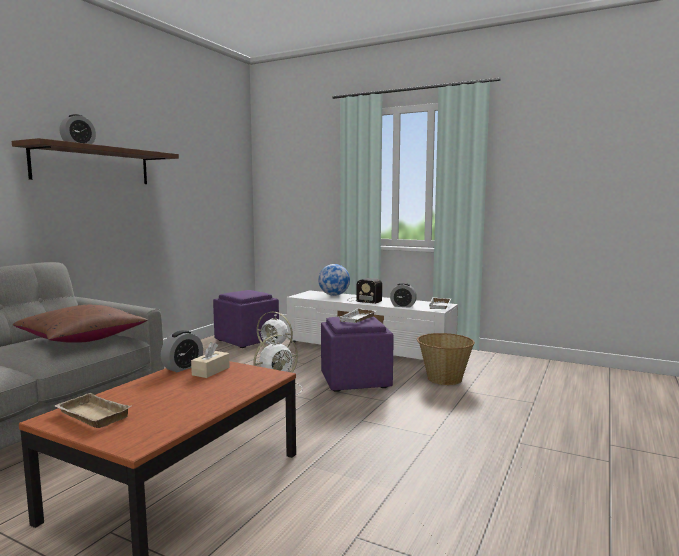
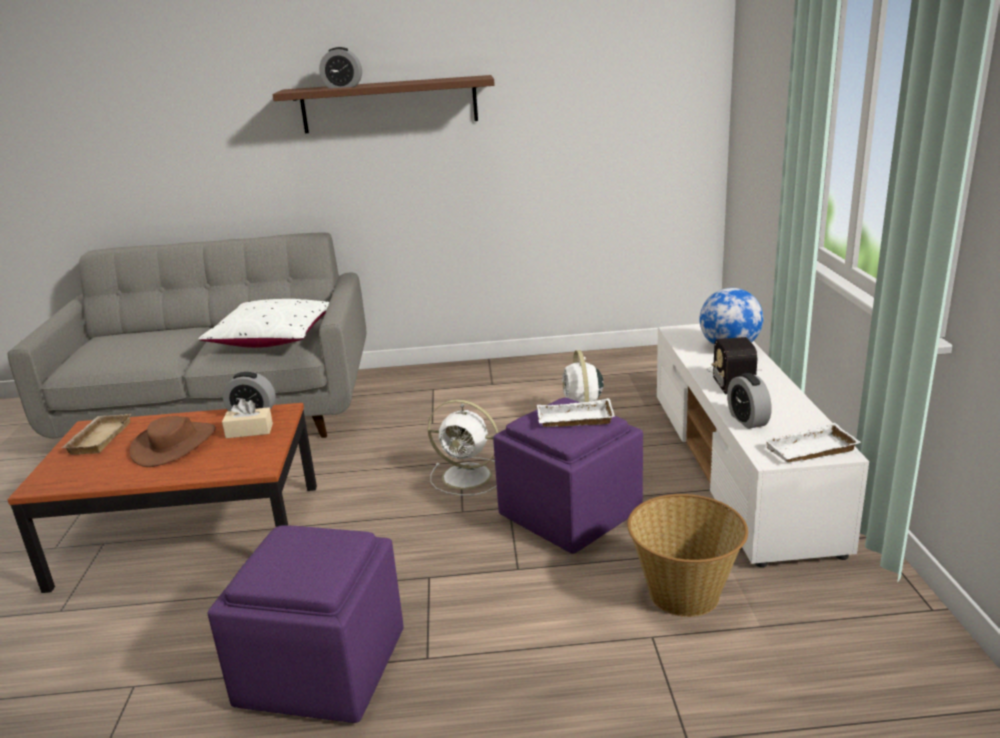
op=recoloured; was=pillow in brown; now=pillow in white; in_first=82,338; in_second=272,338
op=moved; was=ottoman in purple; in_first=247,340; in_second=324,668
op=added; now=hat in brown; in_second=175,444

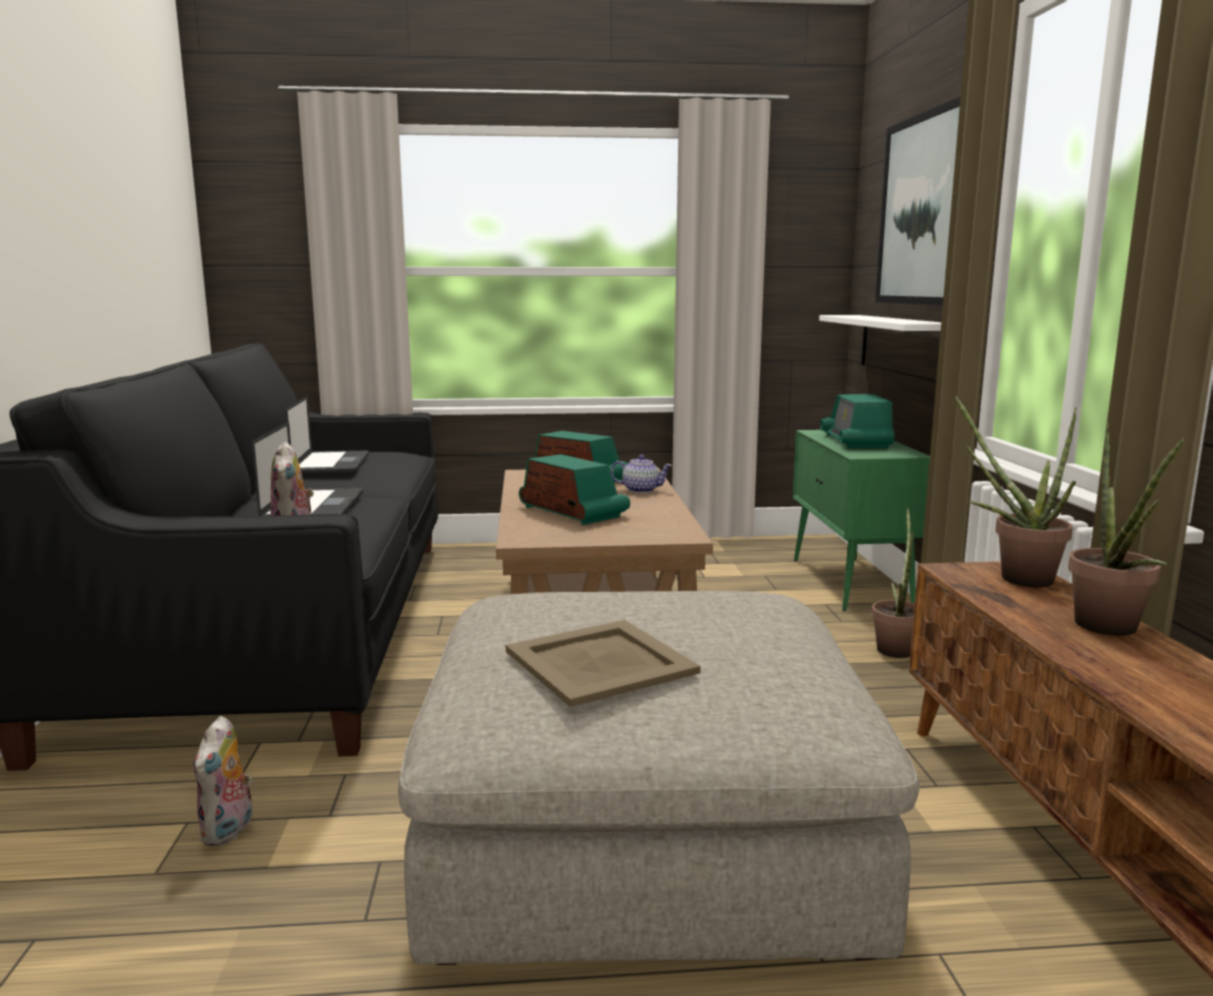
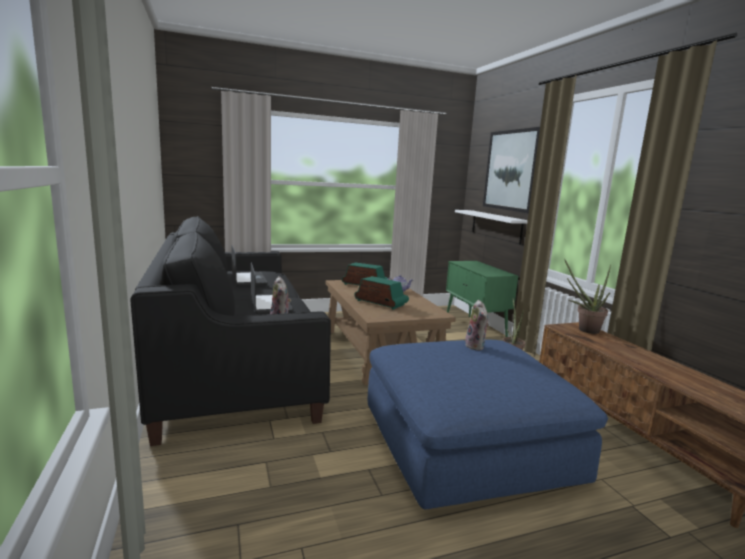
op=moved; was=plush toy; in_first=229,831; in_second=476,346
op=recoloured; was=ottoman in beige; now=ottoman in blue; in_first=643,830; in_second=466,443
op=removed; was=tray in beige; in_first=598,662
op=removed; was=radio; in_first=856,441
op=removed; was=potted plant; in_first=1110,630

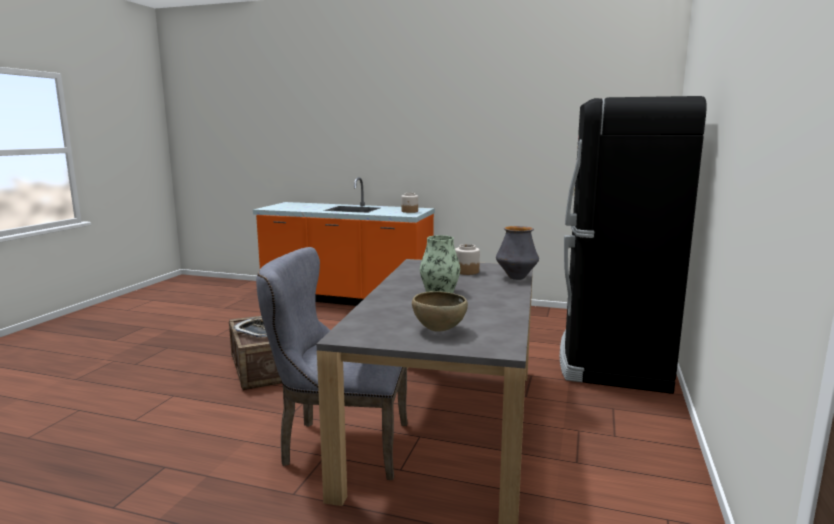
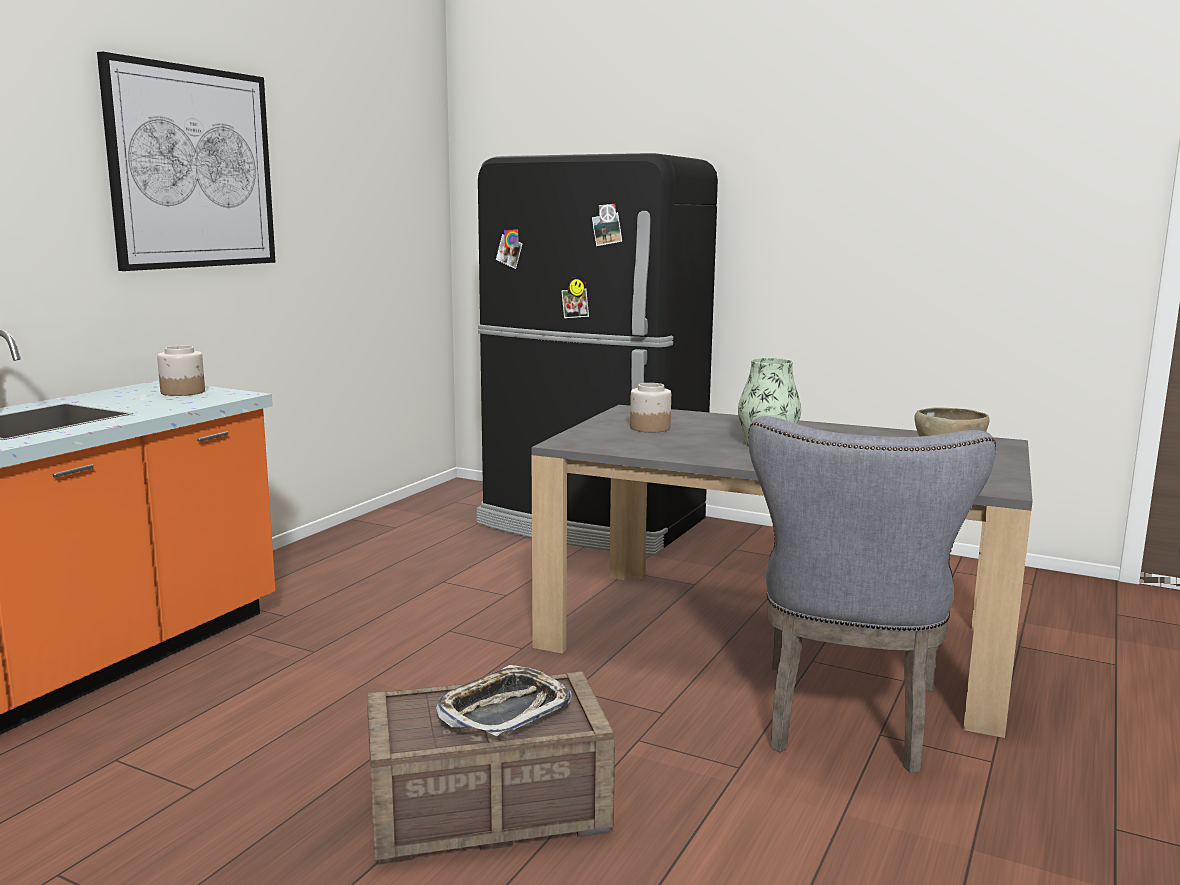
op=removed; was=vase; in_first=516,278
op=added; now=picture; in_second=192,168

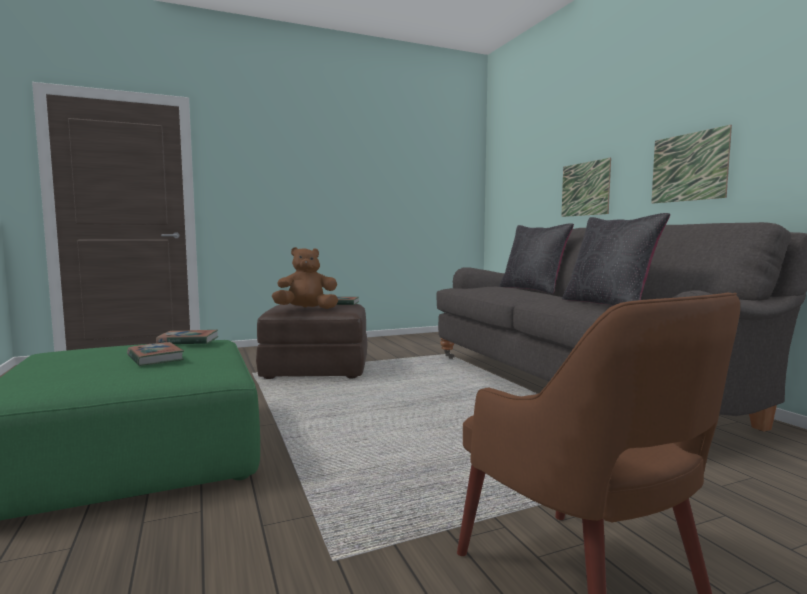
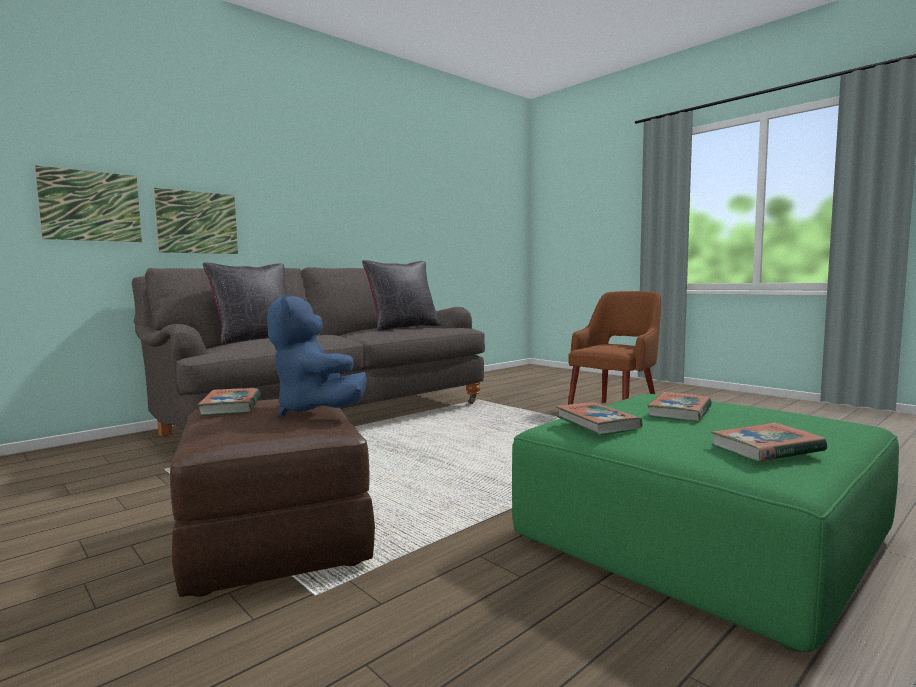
op=recoloured; was=plush toy in brown; now=plush toy in blue; in_first=306,309; in_second=315,411
op=moved; was=picture; in_first=689,167; in_second=91,206
op=added; now=book; in_second=766,449

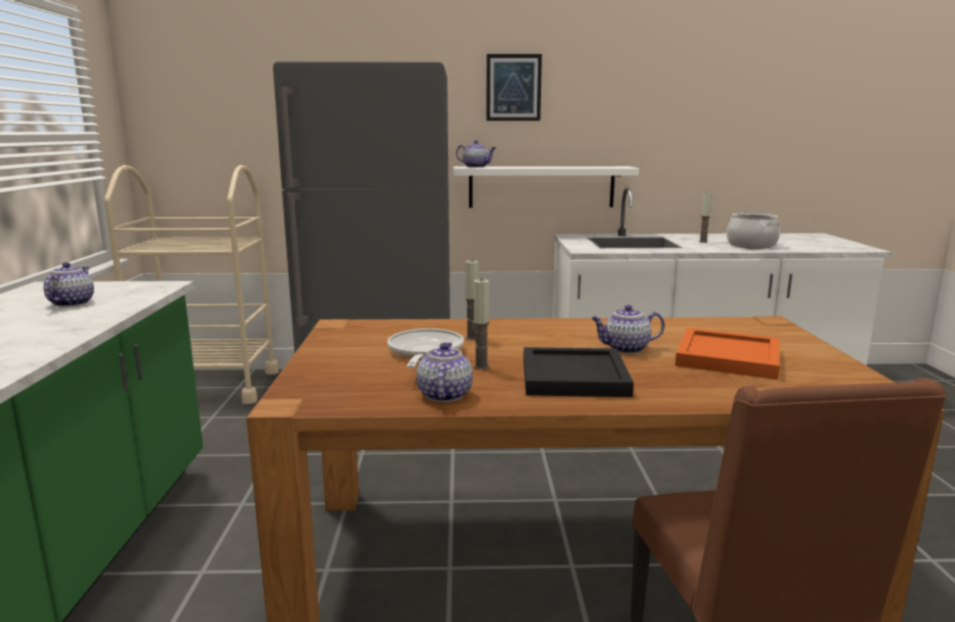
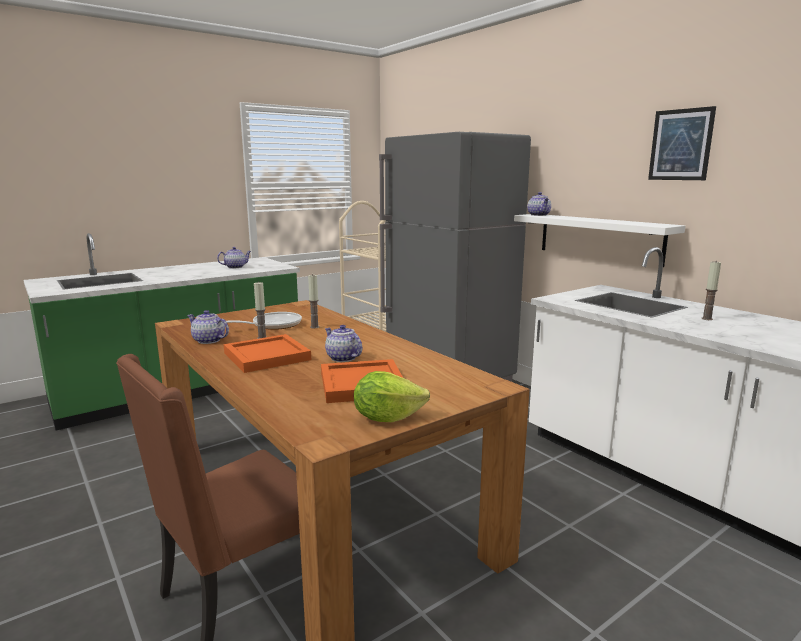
op=turned; was=teapot; in_first=444,395; in_second=209,340; clockwise=-120
op=moved; was=picture; in_first=513,87; in_second=680,145
op=recoloured; was=tray in black; now=tray in orange; in_first=572,376; in_second=267,356
op=removed; was=cooking pot; in_first=751,245
op=added; now=lettuce; in_second=387,417

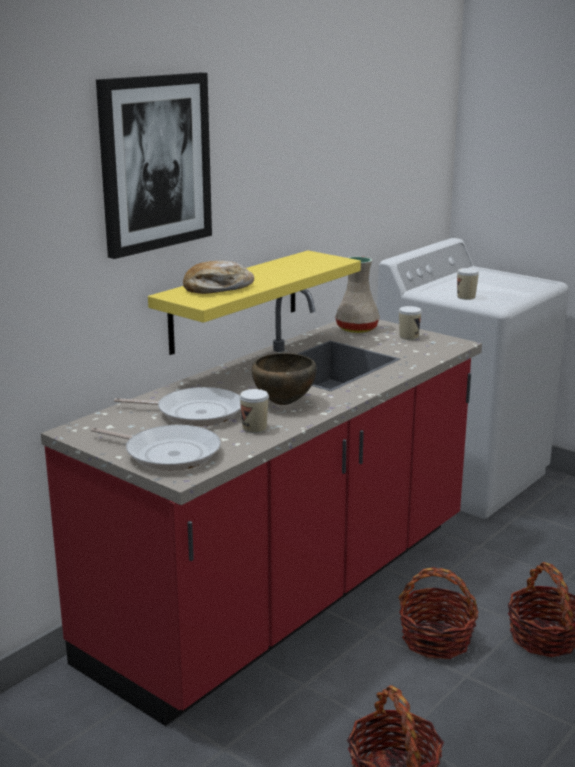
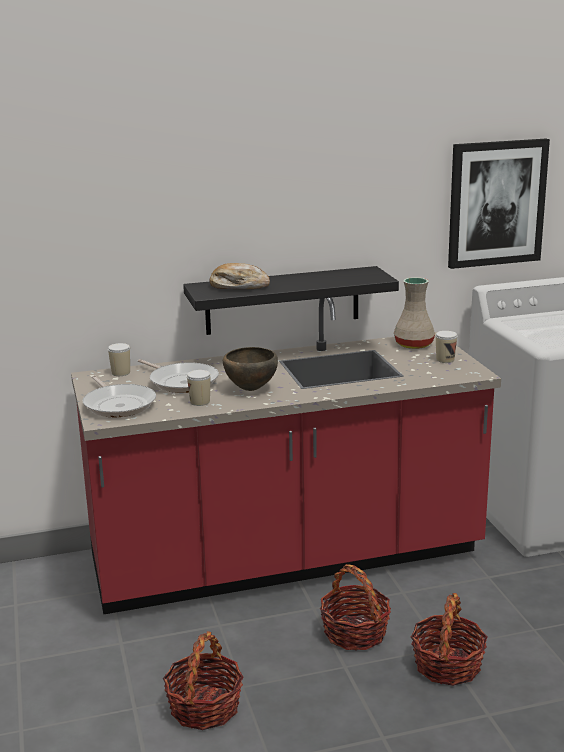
op=moved; was=picture; in_first=155,163; in_second=496,203
op=recoloured; was=shelf in yellow; now=shelf in black; in_first=235,301; in_second=282,300
op=moved; was=cup; in_first=466,297; in_second=121,373

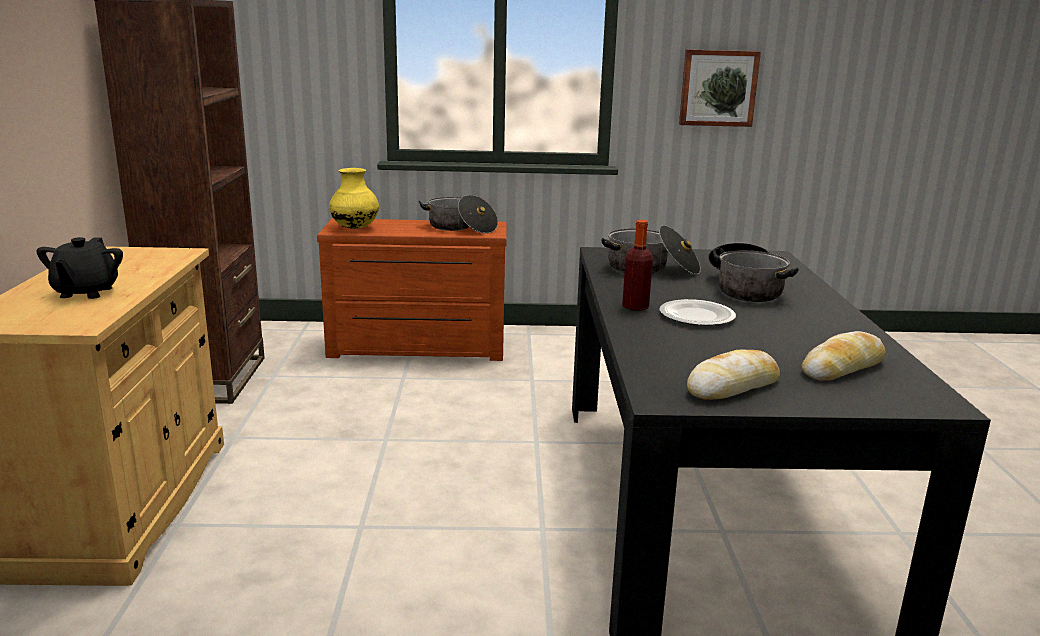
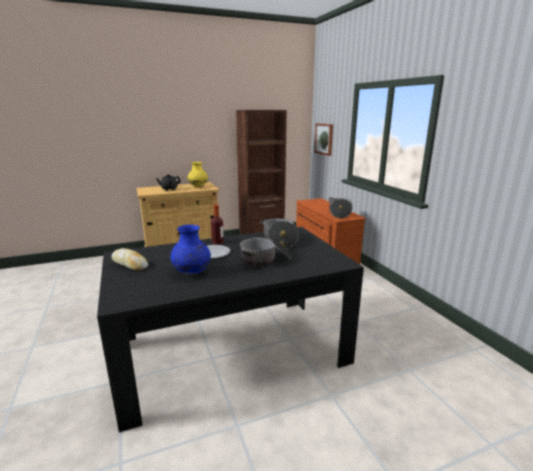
op=moved; was=vase in yellow; in_first=355,228; in_second=198,187
op=moved; was=picture; in_first=718,88; in_second=324,139
op=removed; was=bread; in_first=842,367
op=added; now=vase in blue; in_second=192,272

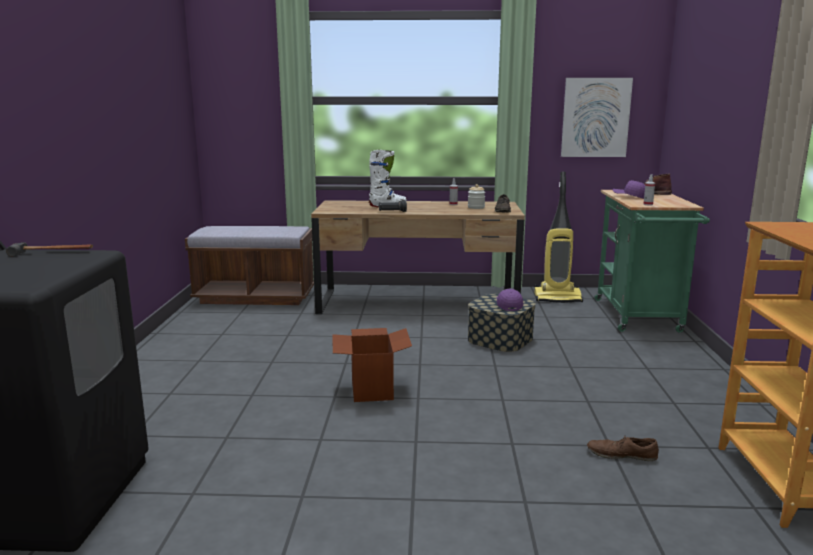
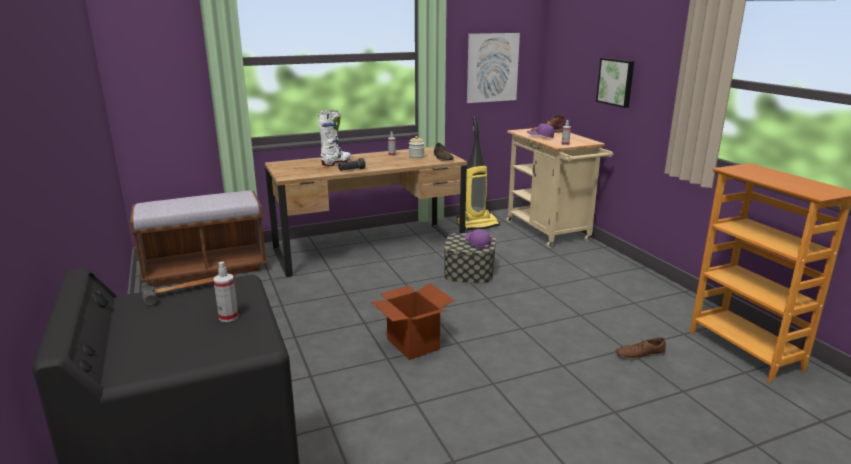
op=recoloured; was=cart in green; now=cart in beige; in_first=639,318; in_second=550,233
op=added; now=spray bottle; in_second=228,317
op=added; now=picture; in_second=616,82

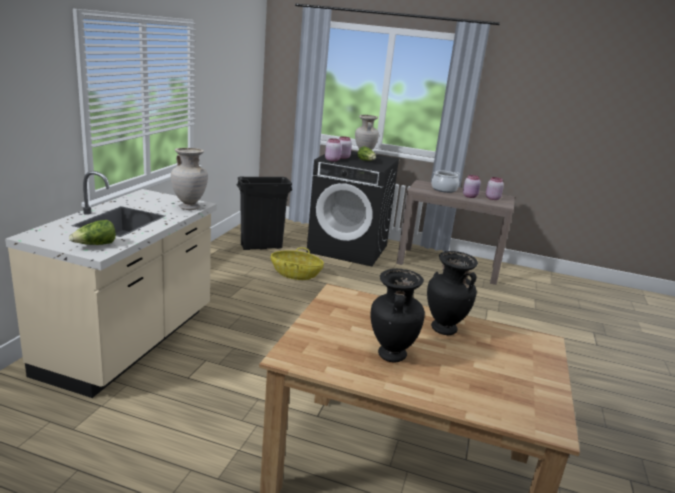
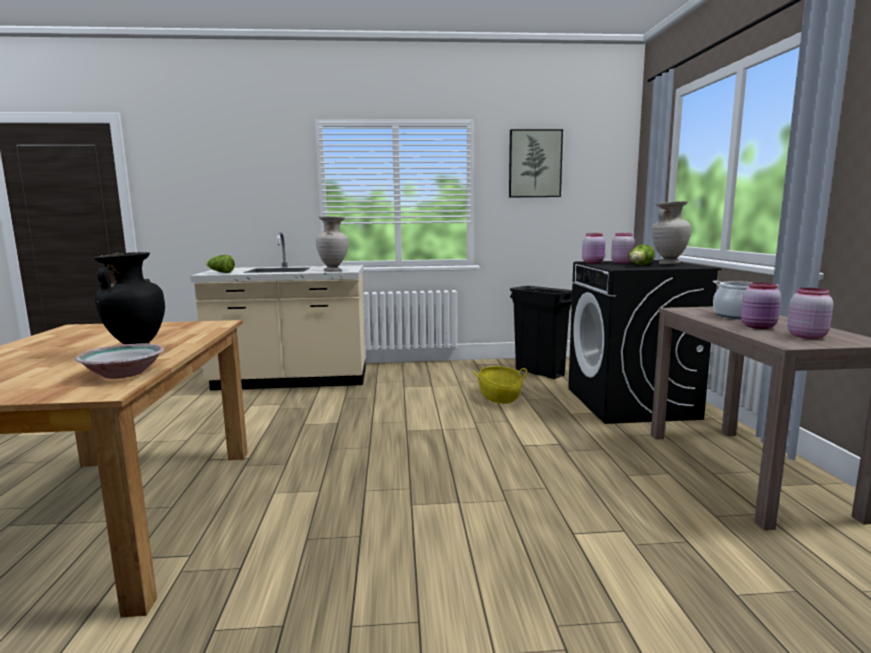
op=removed; was=vase in black; in_first=390,355
op=added; now=bowl; in_second=123,373
op=added; now=picture; in_second=535,164

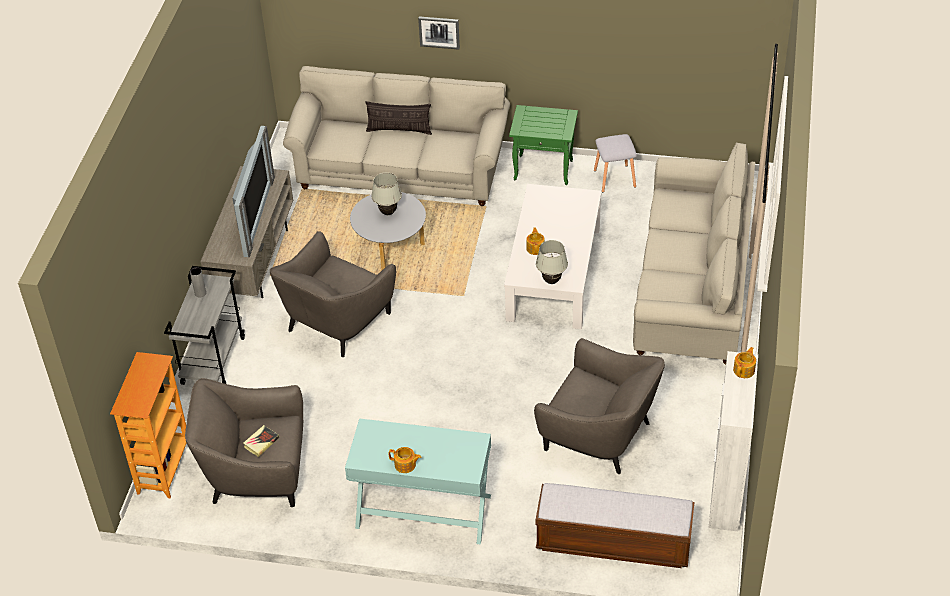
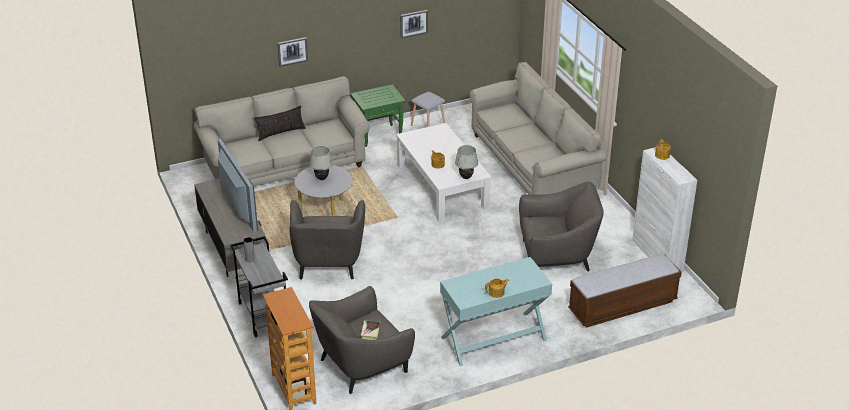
op=added; now=picture; in_second=413,23

